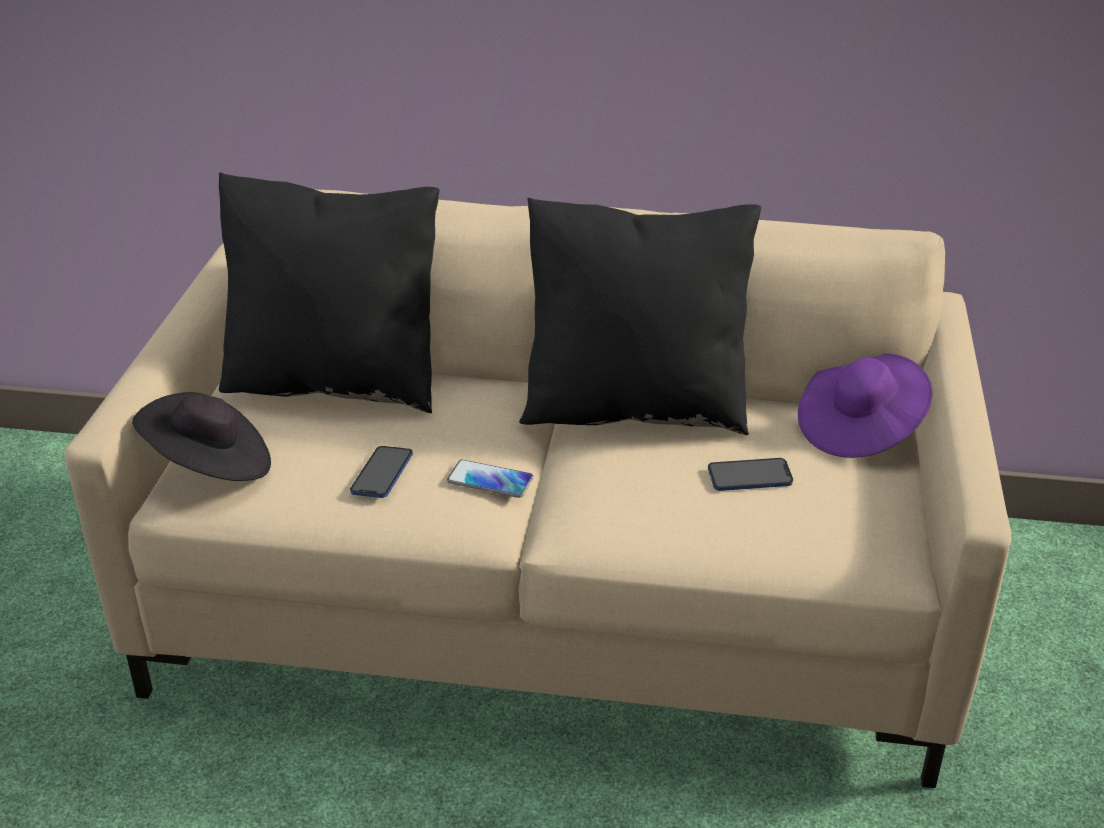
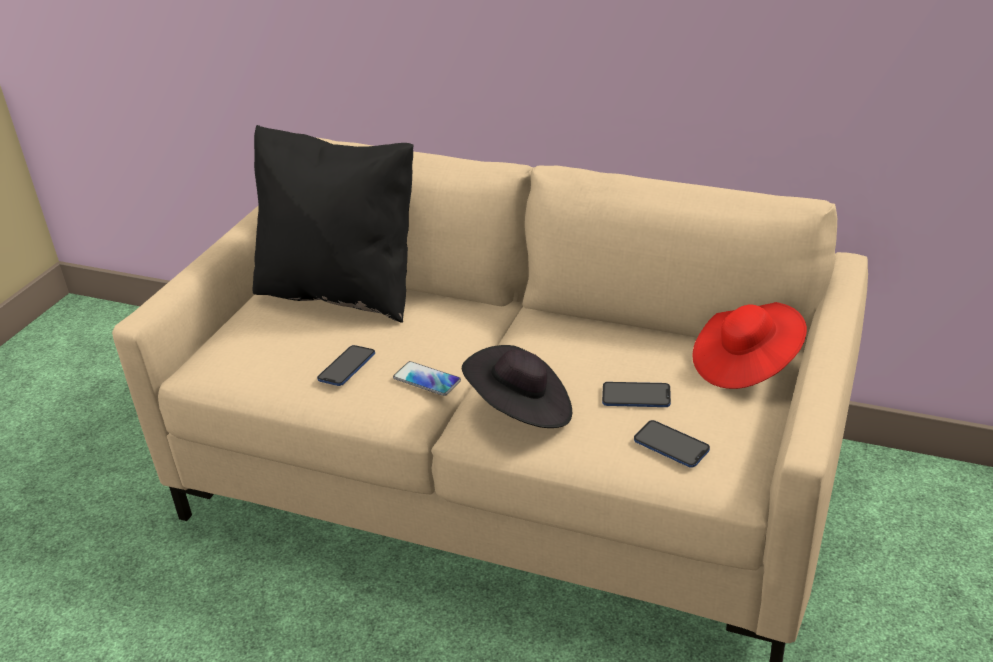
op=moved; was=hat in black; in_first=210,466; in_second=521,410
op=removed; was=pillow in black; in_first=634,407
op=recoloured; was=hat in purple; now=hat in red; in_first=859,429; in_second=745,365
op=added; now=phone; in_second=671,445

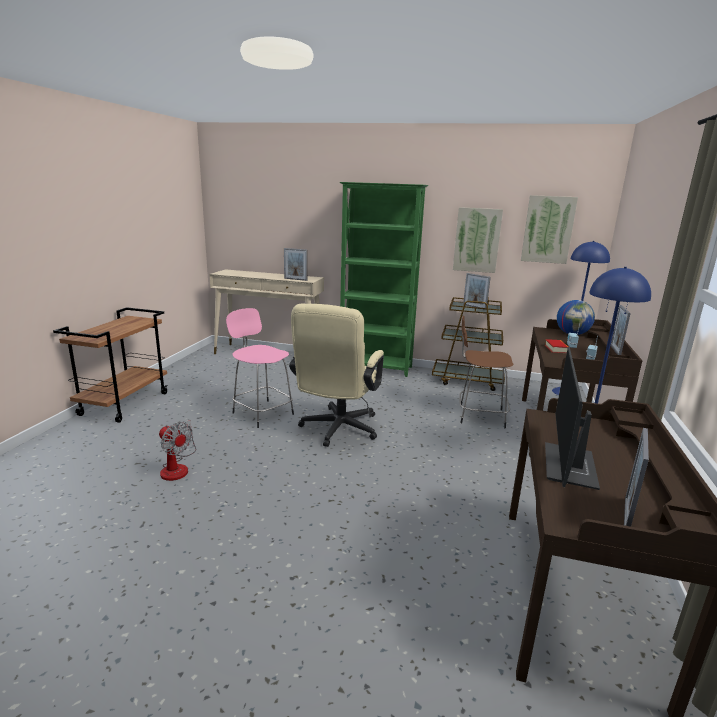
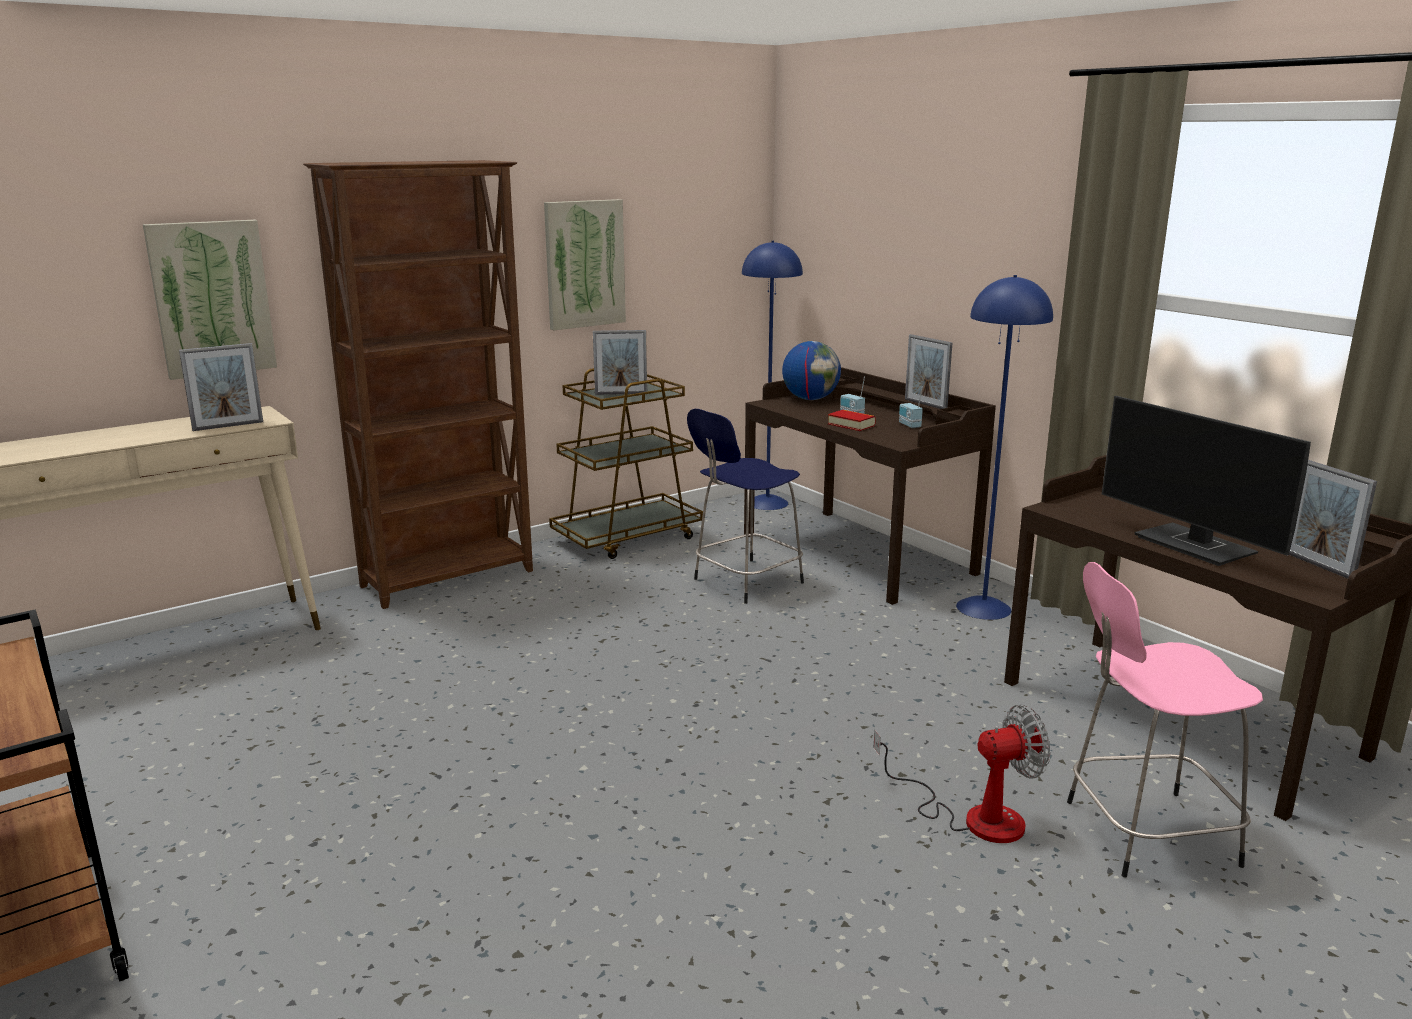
op=moved; was=fan; in_first=177,467; in_second=973,816
op=moved; was=stool in pink; in_first=261,413; in_second=1144,833
op=removed; was=office chair in beige; in_first=337,430
op=recoloured; was=bookcase in green; now=bookcase in brown; in_first=376,368; in_second=450,579
op=recoloured; was=stool in brown; now=stool in blue; in_first=479,416; in_second=745,582
op=moved; was=picture; in_first=548,229; in_second=211,298

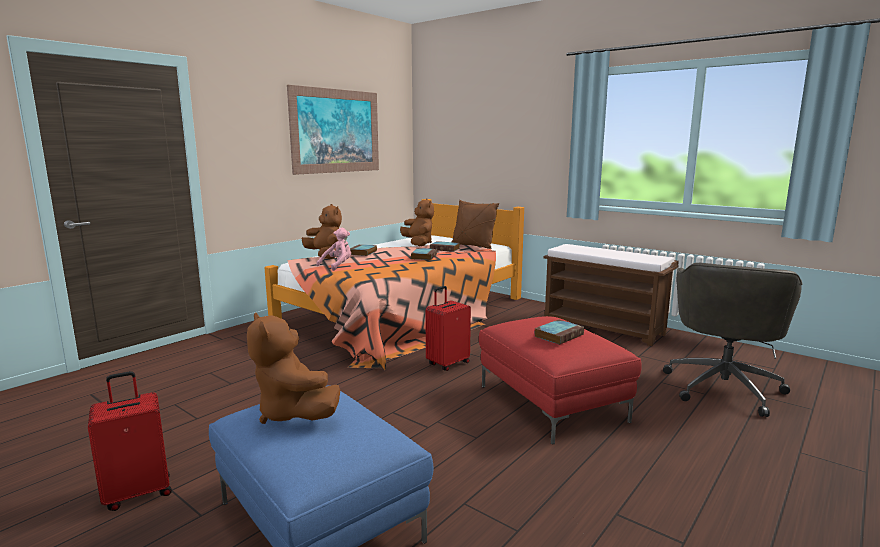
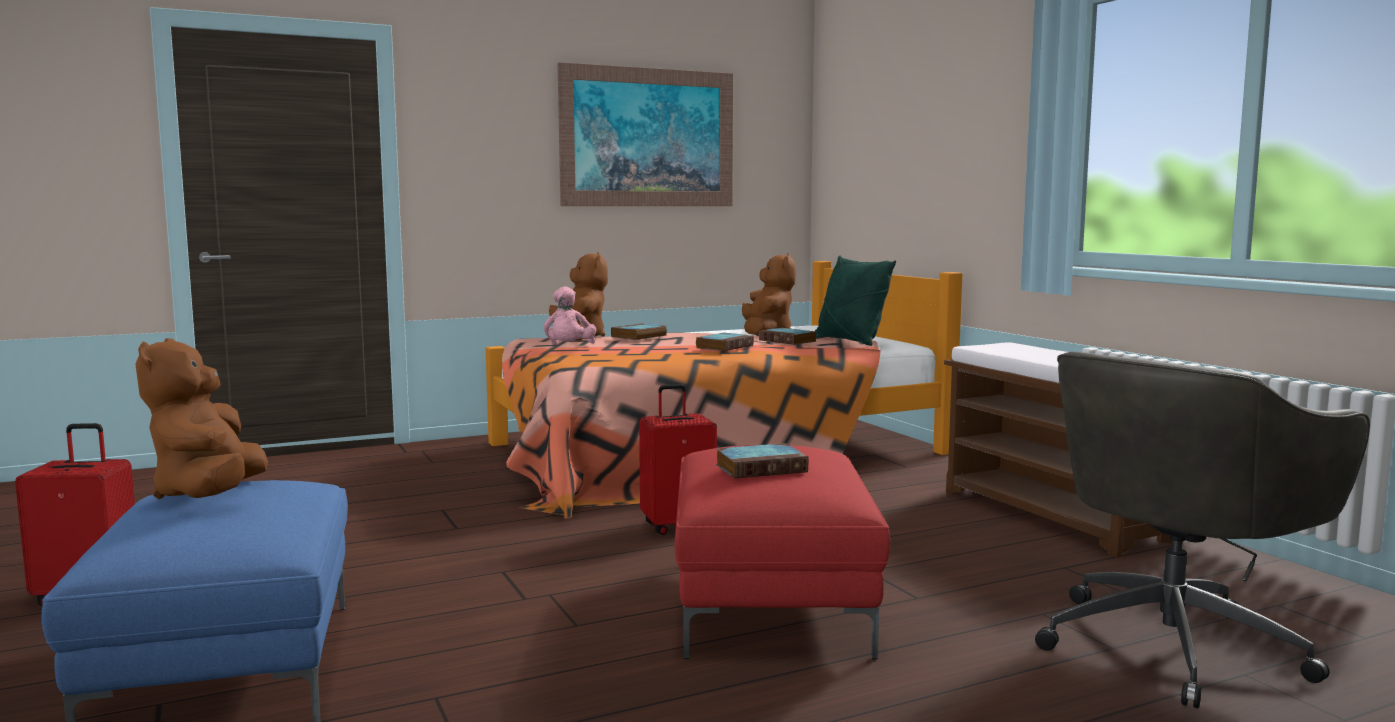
op=turned; was=plush toy in pink; in_first=337,266; in_second=569,349; clockwise=120
op=recoloured; was=pillow in brown; now=pillow in green; in_first=473,246; in_second=850,341

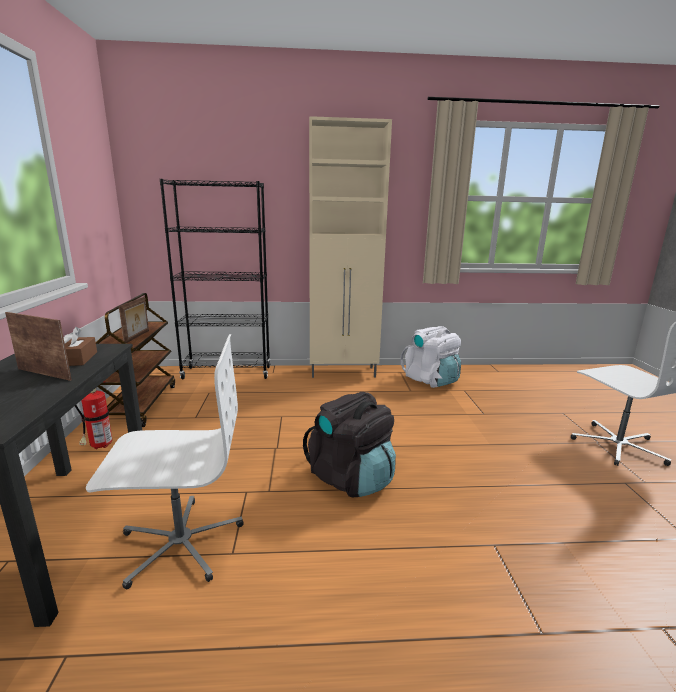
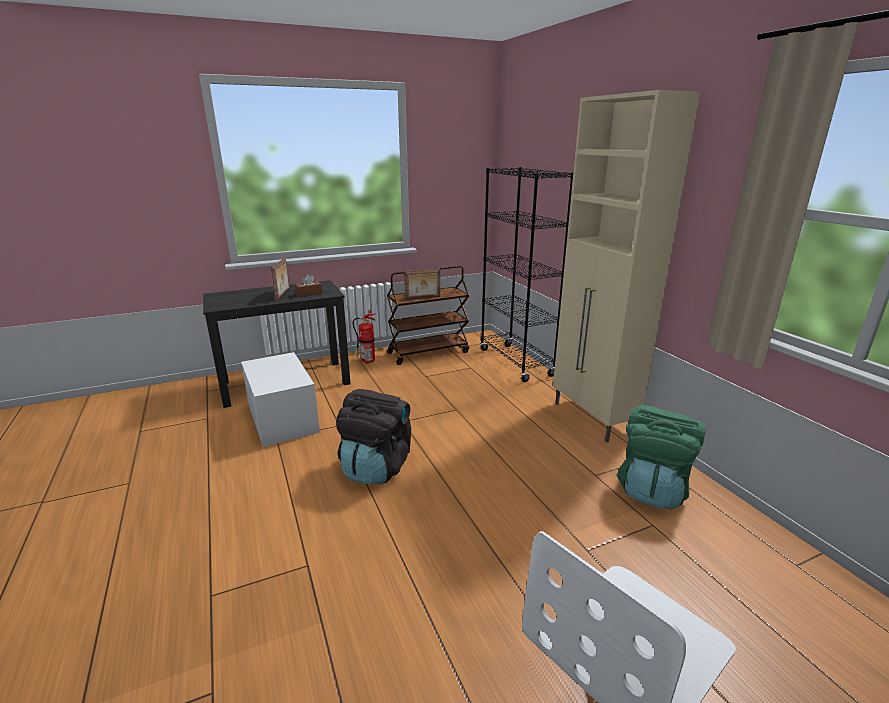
op=replaced; was=office chair in white; now=storage box in white; in_first=180,542; in_second=283,419
op=recoloured; was=backpack in white; now=backpack in green; in_first=431,380; in_second=653,488

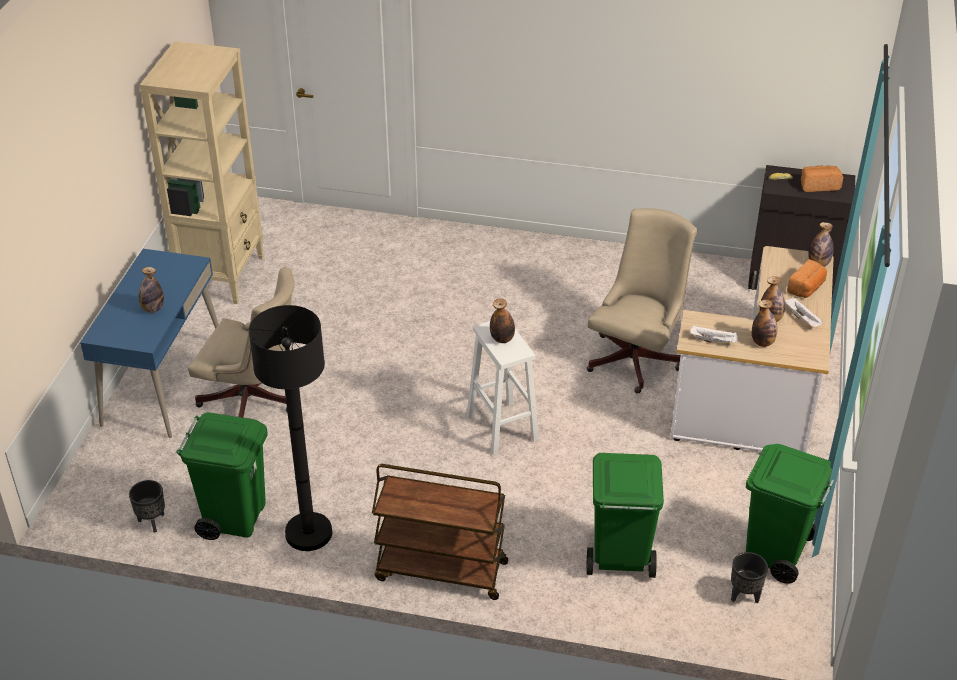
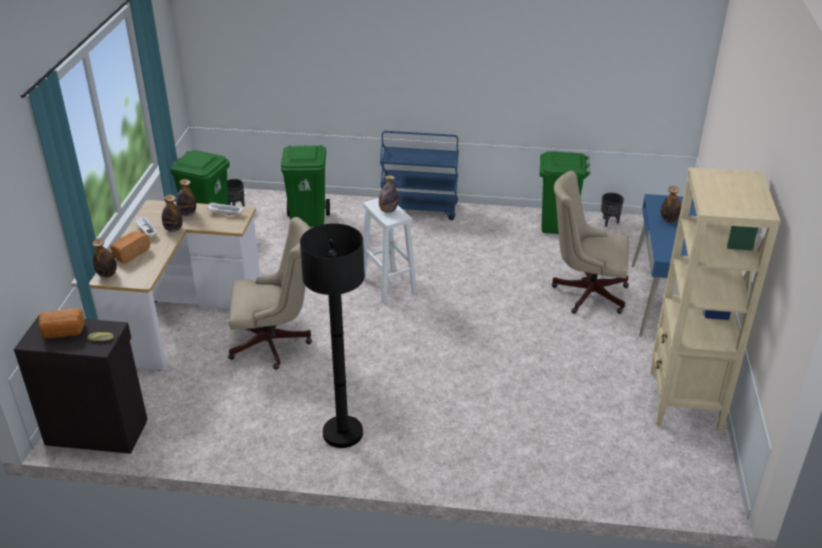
op=moved; was=floor lamp in black; in_first=308,533; in_second=342,433
op=recoloured; was=cart in brown; now=cart in blue; in_first=440,571; in_second=419,209
op=turned; was=office chair in beige; in_first=637,357; in_second=274,344; clockwise=-120

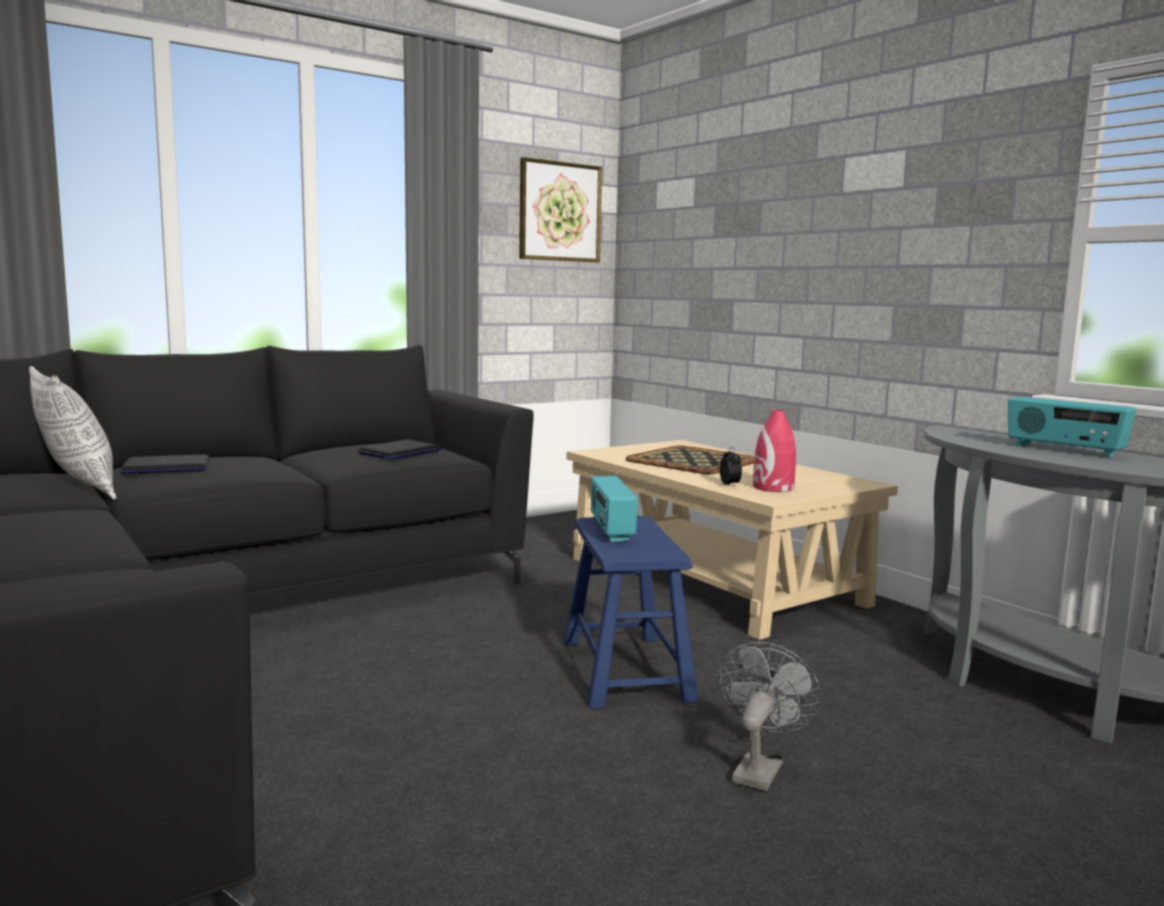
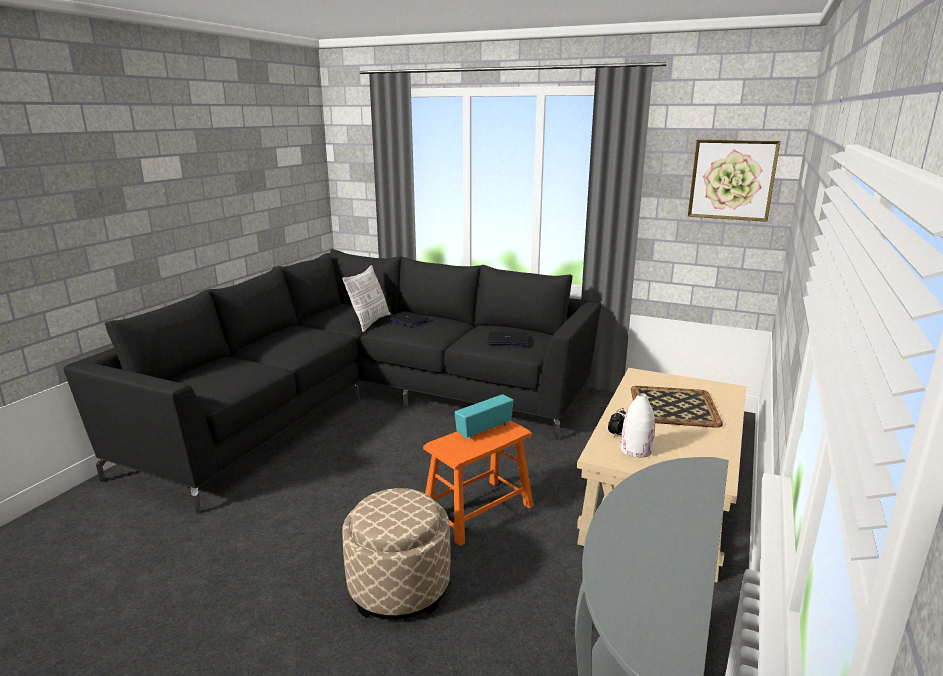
op=recoloured; was=stool in blue; now=stool in orange; in_first=625,669; in_second=478,510
op=replaced; was=fan in grey; now=ottoman in beige; in_first=759,769; in_second=399,587
op=recoloured; was=vase in red; now=vase in white; in_first=773,487; in_second=636,450
op=removed; was=radio; in_first=1064,450

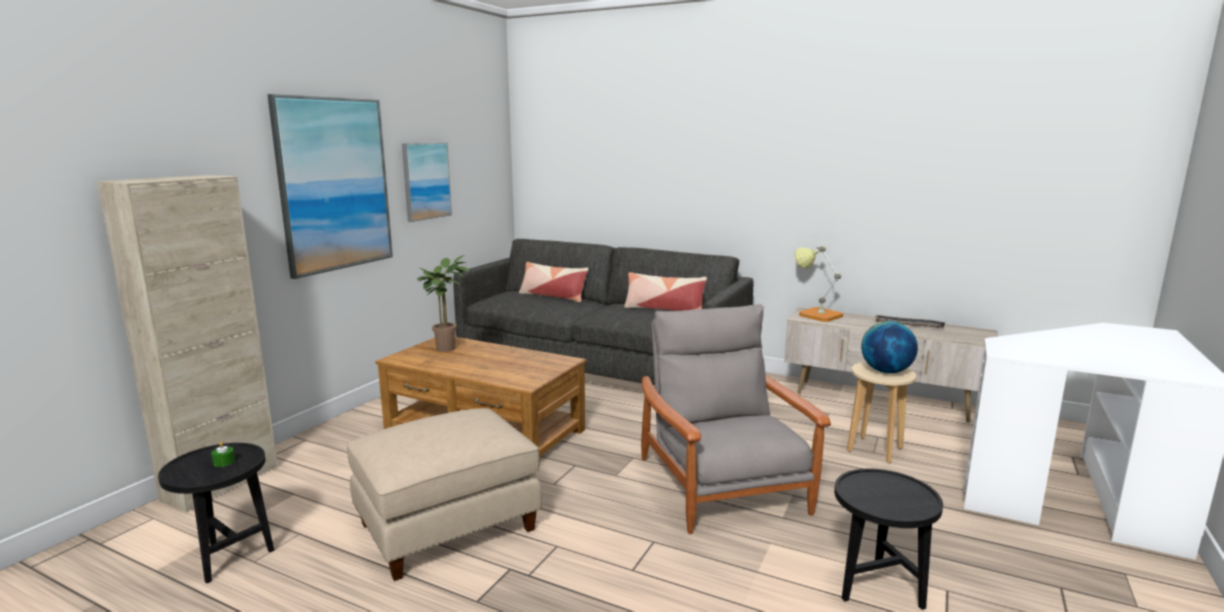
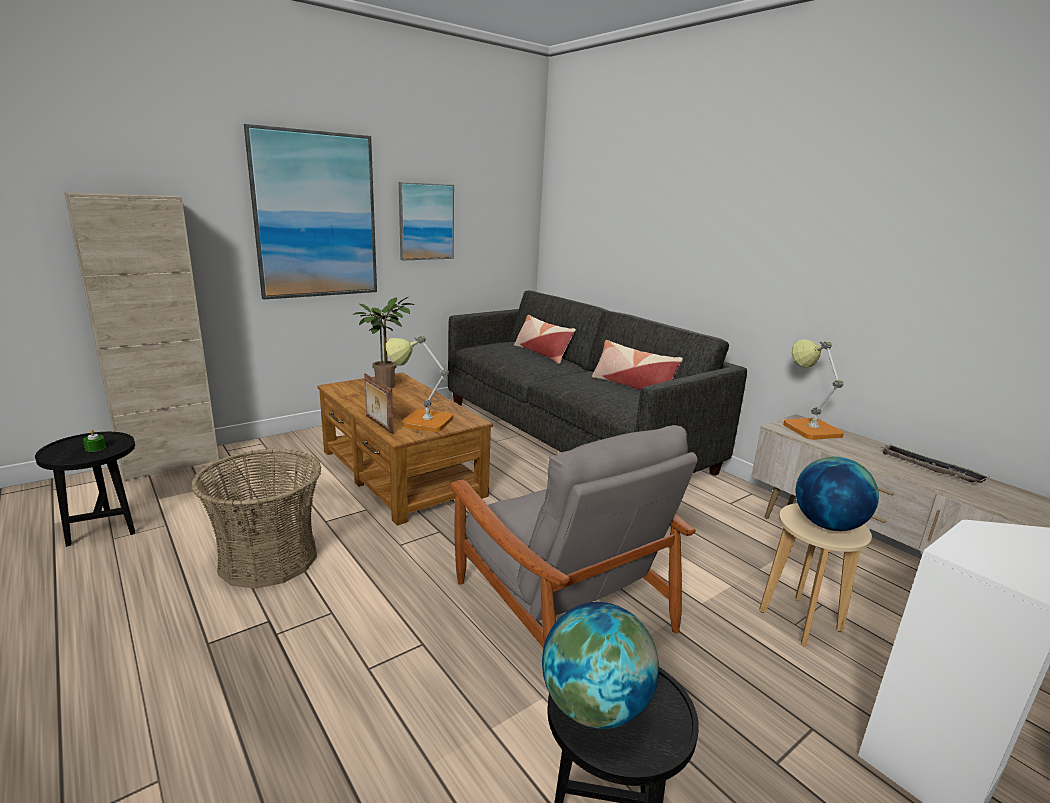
op=replaced; was=ottoman in beige; now=basket; in_first=447,528; in_second=268,559
op=turned; was=armchair in grey; in_first=722,486; in_second=560,604; clockwise=135
op=added; now=picture frame; in_second=378,424
op=added; now=table lamp; in_second=421,421
op=added; now=globe; in_second=595,706

